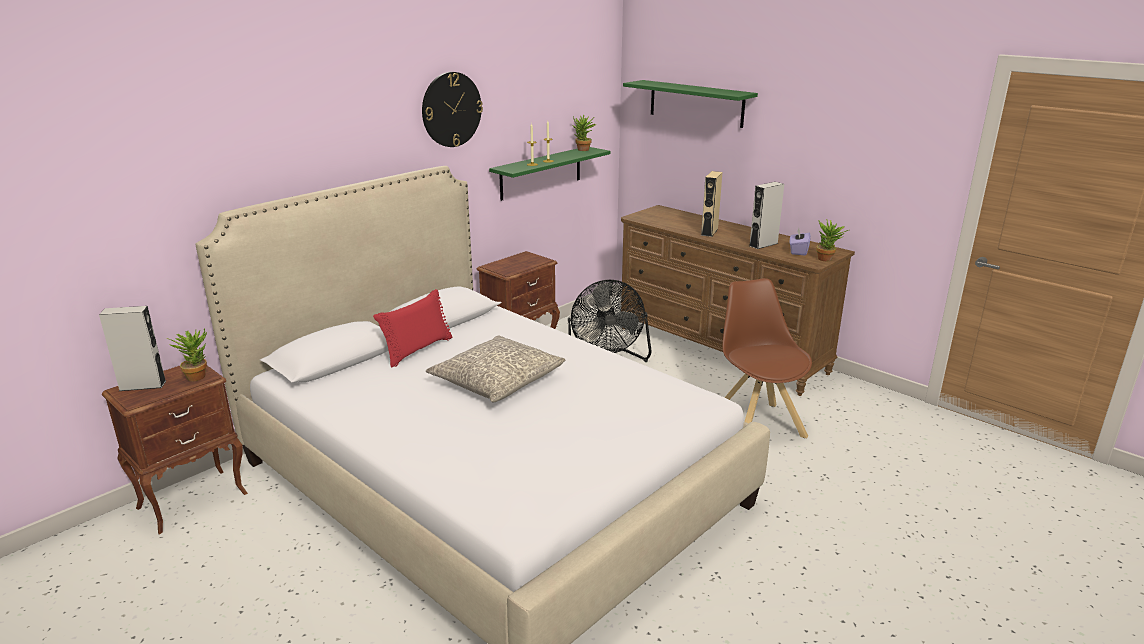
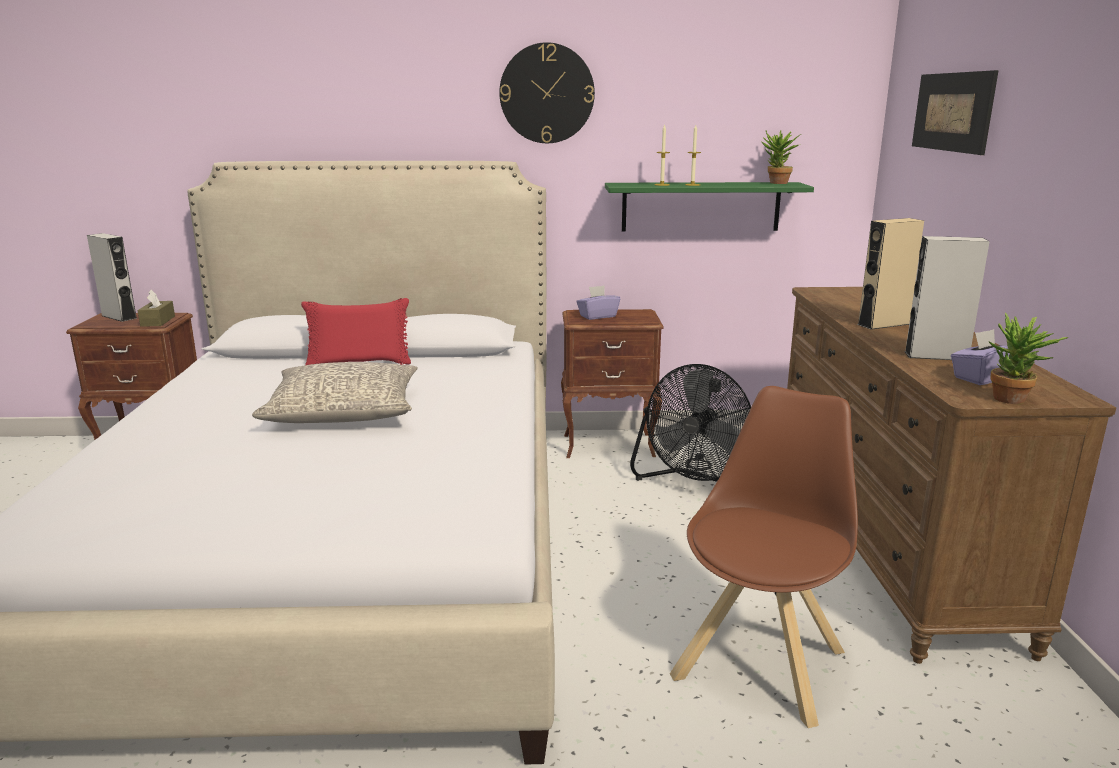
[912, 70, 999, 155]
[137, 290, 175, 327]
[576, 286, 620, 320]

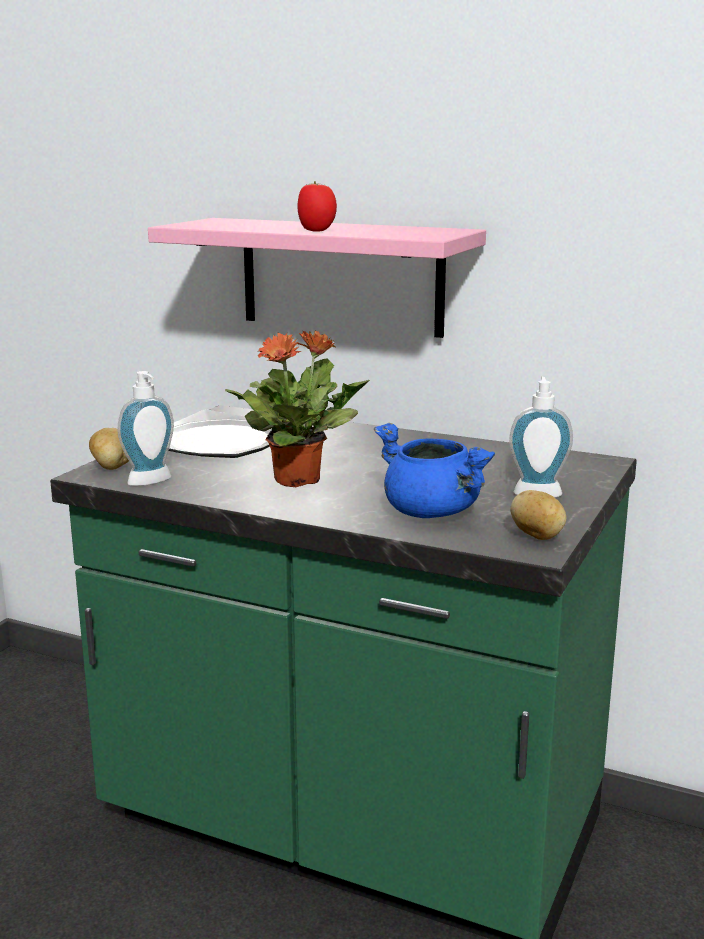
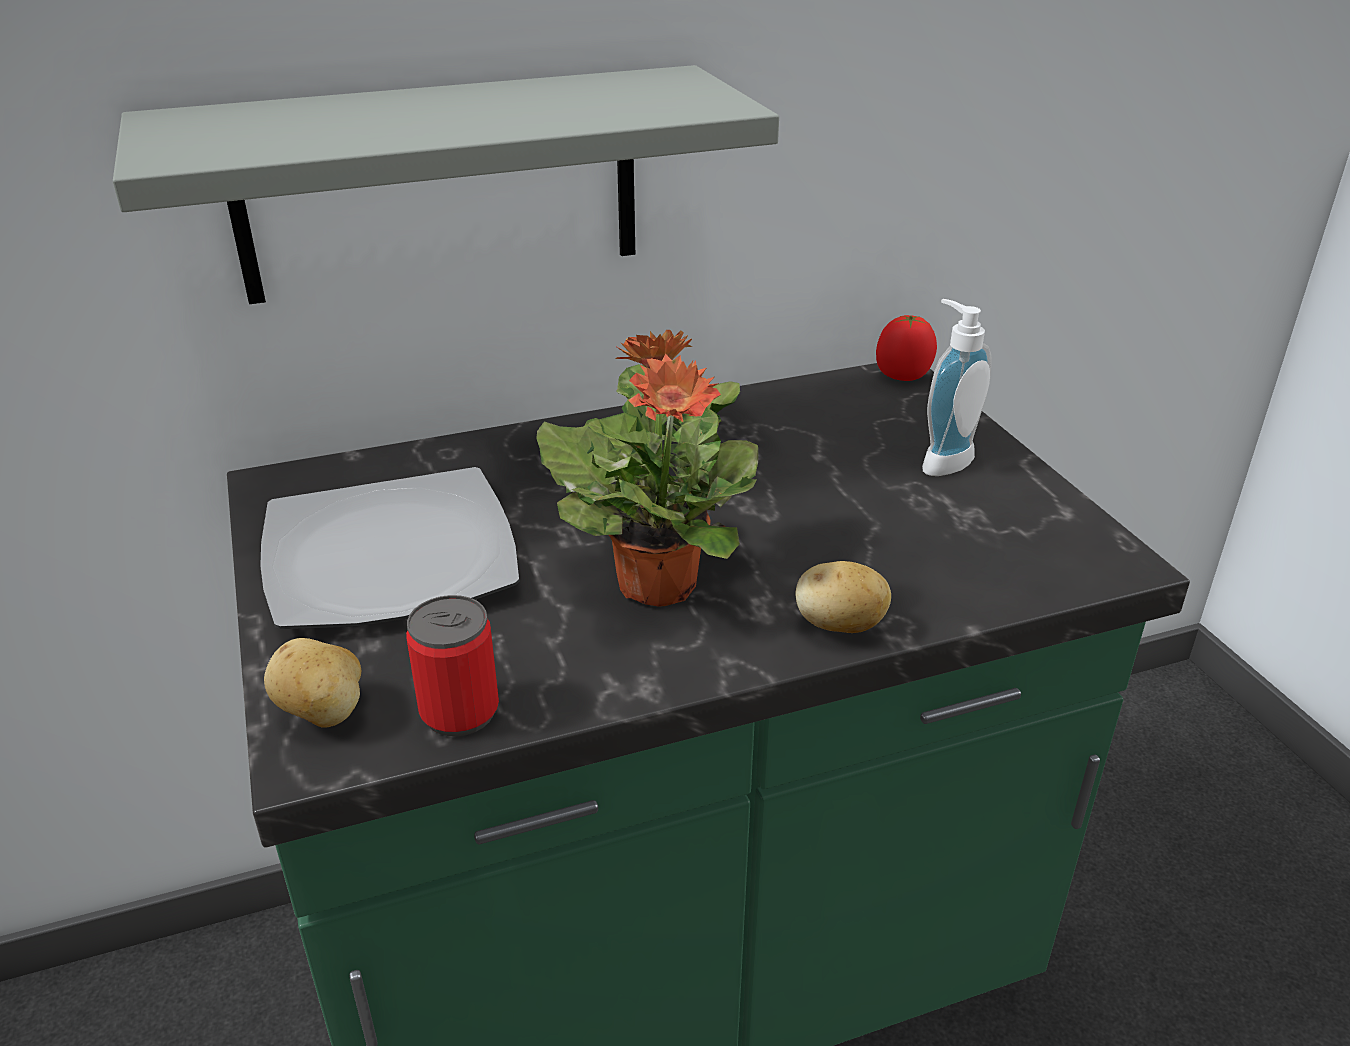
[876, 315, 937, 381]
[113, 65, 779, 304]
[406, 595, 499, 736]
[373, 423, 495, 518] (first image)
[795, 561, 891, 633]

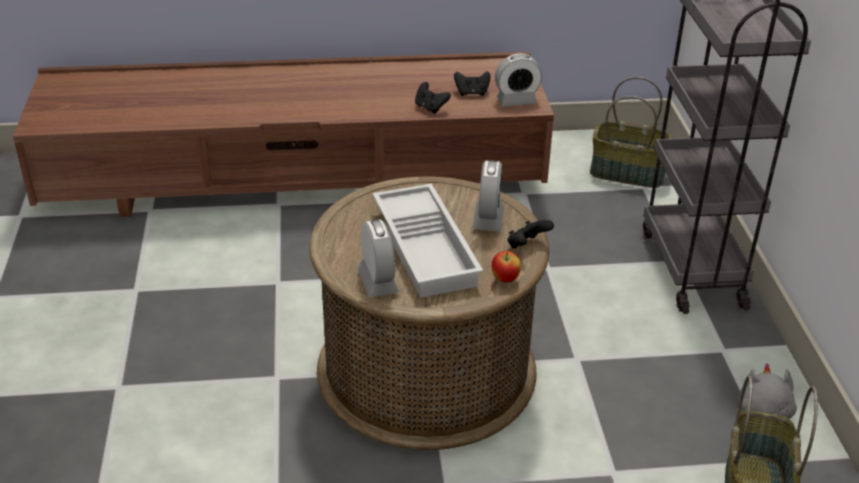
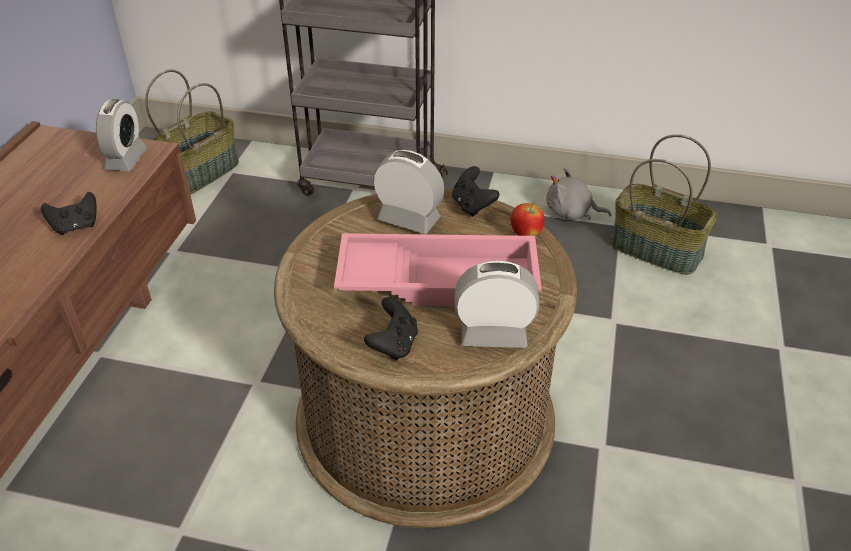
[364, 297, 418, 361]
[334, 233, 542, 306]

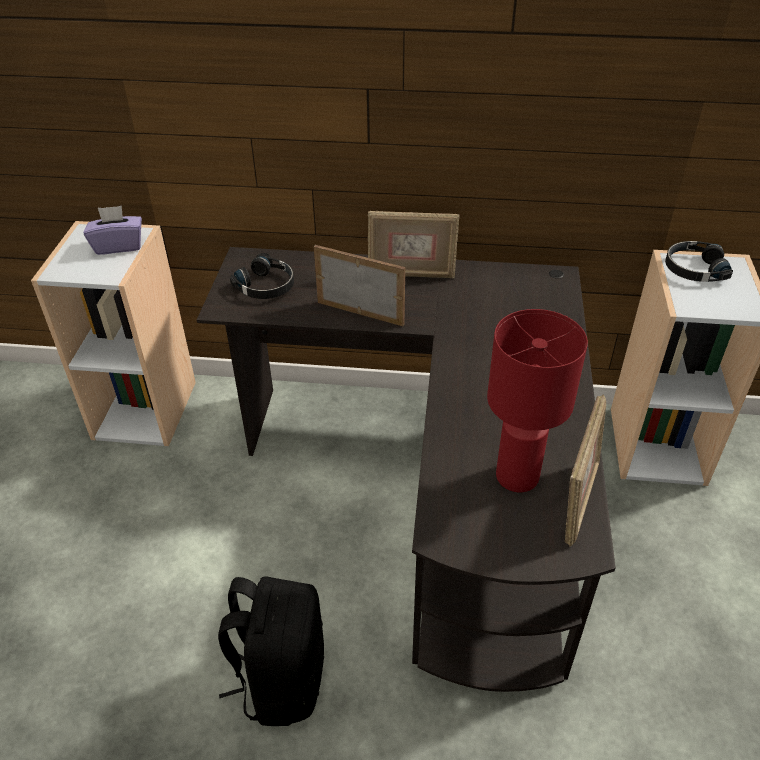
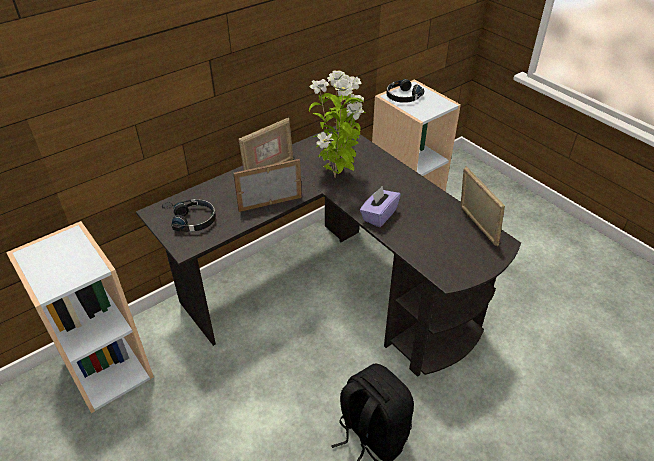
[360, 186, 401, 227]
[487, 309, 588, 492] (first image)
[309, 71, 366, 178]

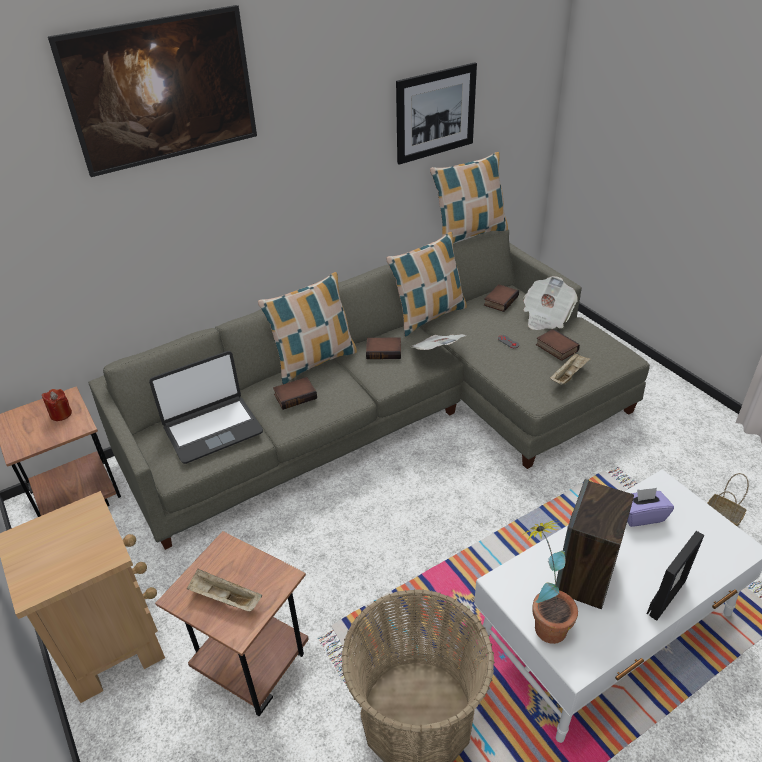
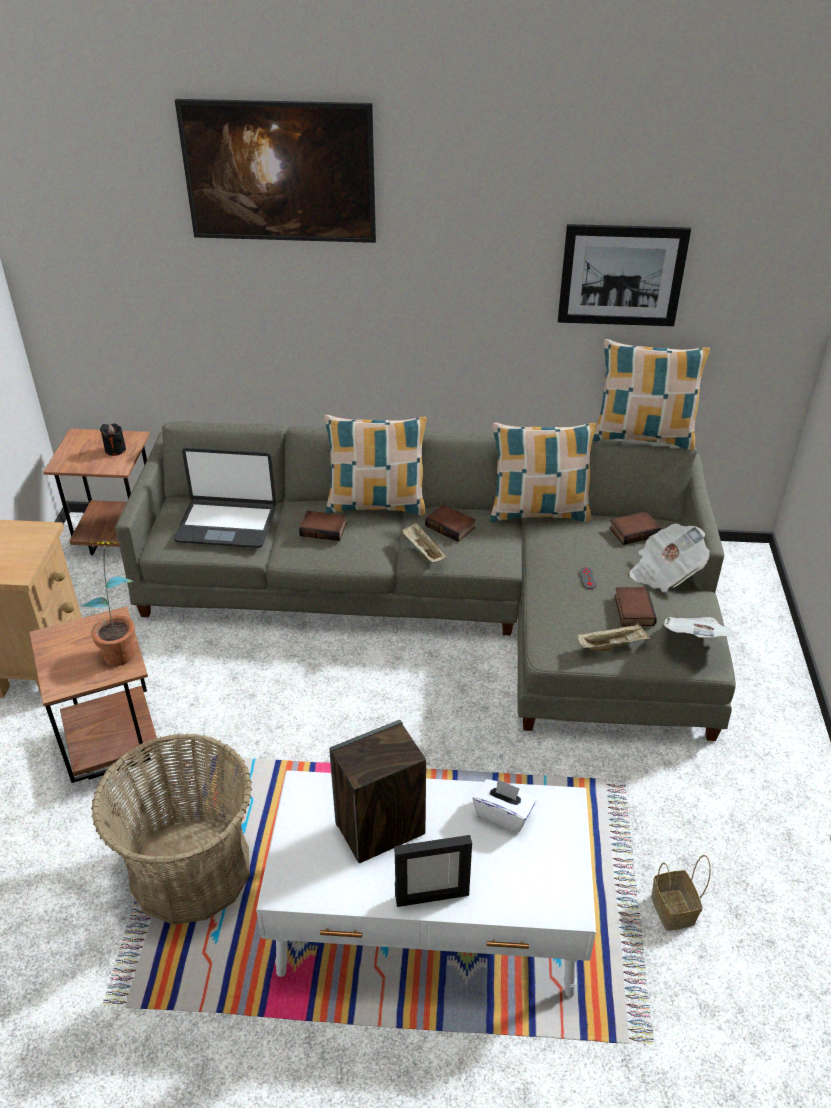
[663, 617, 740, 638]
[100, 424, 126, 456]
[473, 779, 536, 833]
[81, 540, 135, 666]
[401, 522, 447, 562]

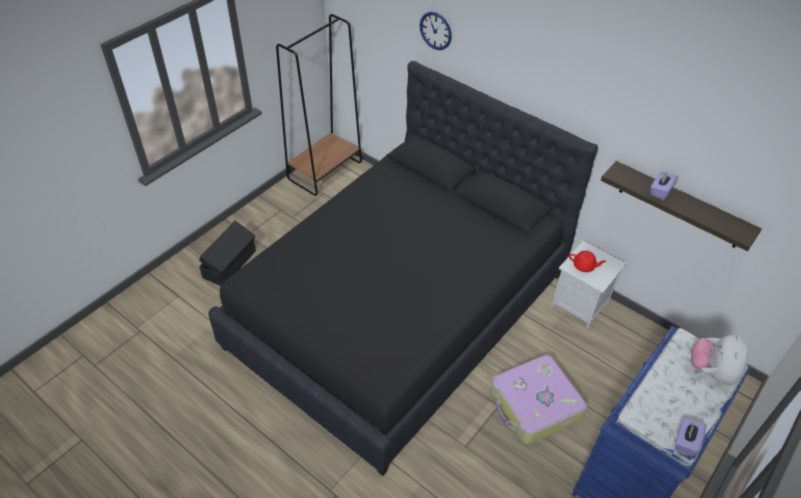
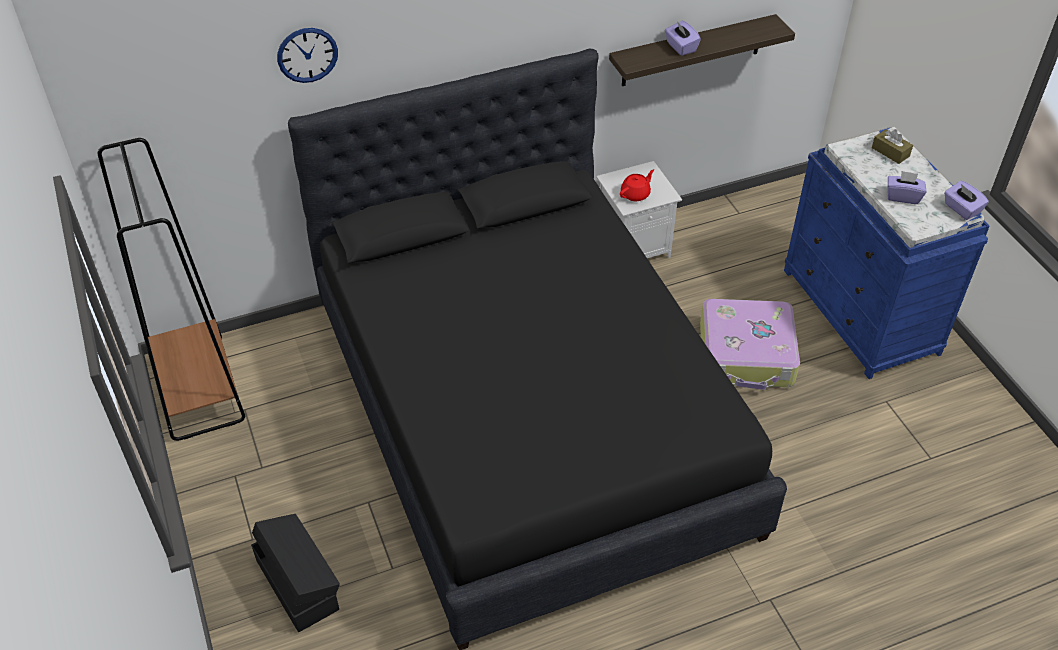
[872, 129, 913, 164]
[888, 171, 927, 204]

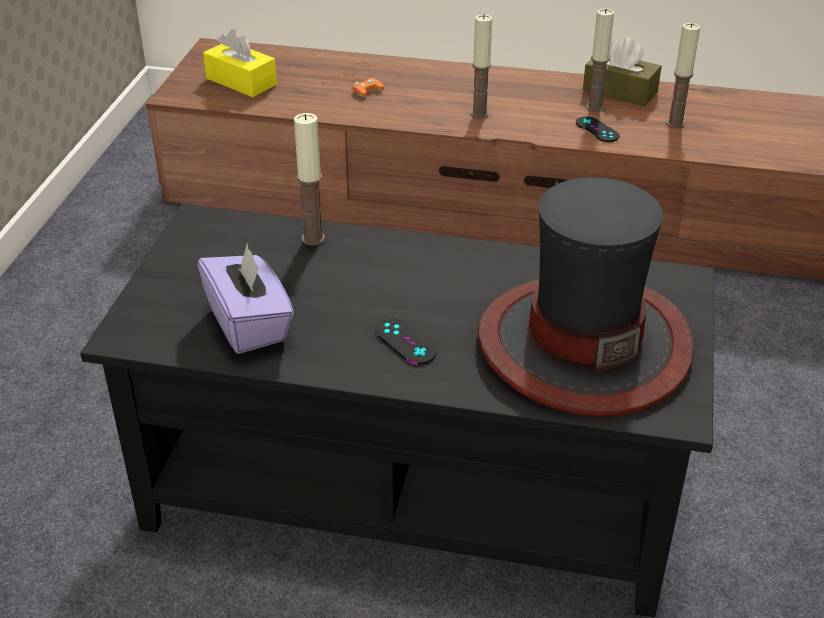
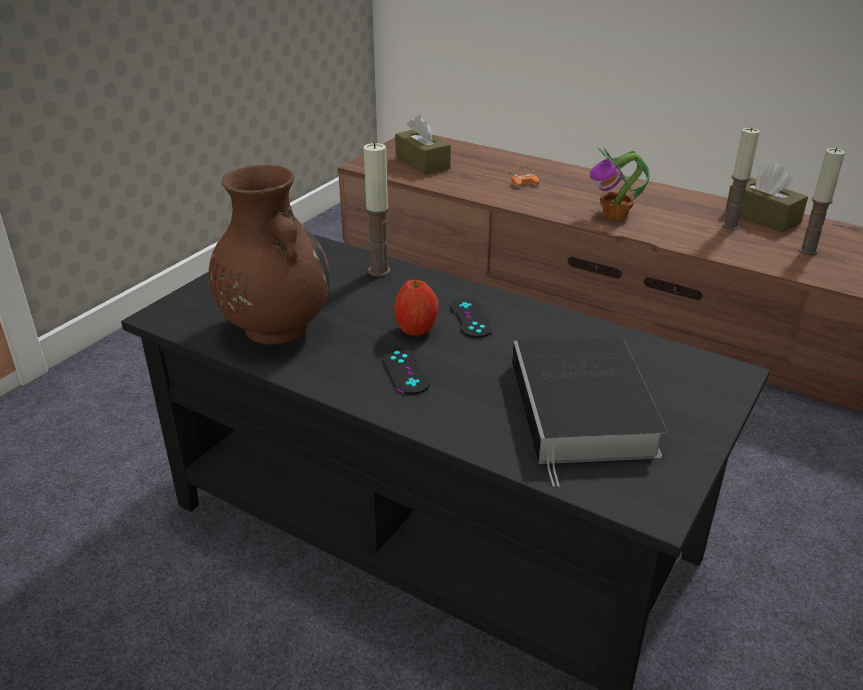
[590, 147, 650, 220]
[395, 115, 451, 175]
[450, 298, 493, 338]
[512, 337, 667, 487]
[208, 165, 330, 345]
[394, 280, 439, 336]

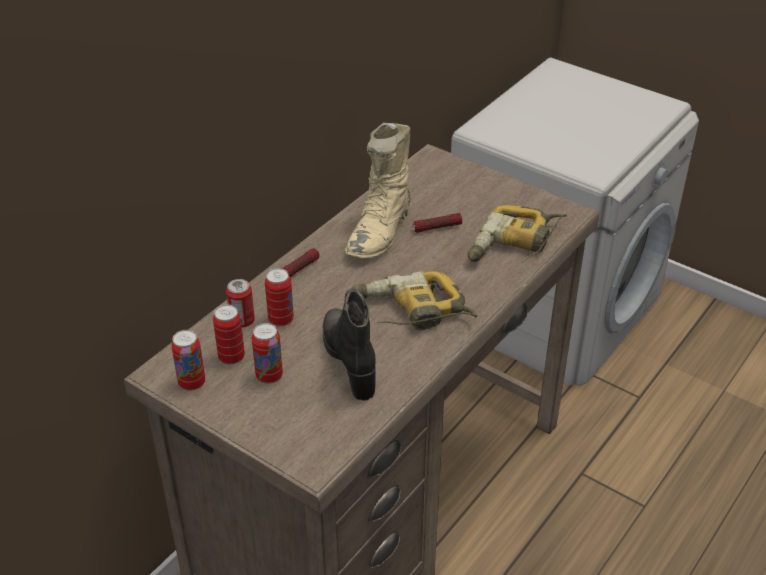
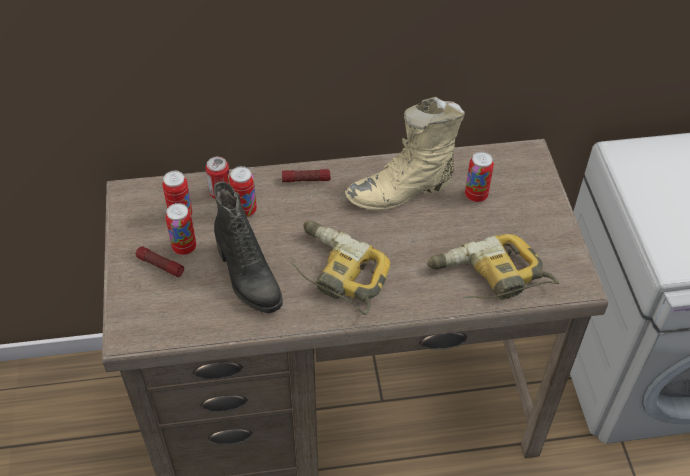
[136, 246, 184, 277]
[214, 181, 283, 313]
[465, 151, 494, 202]

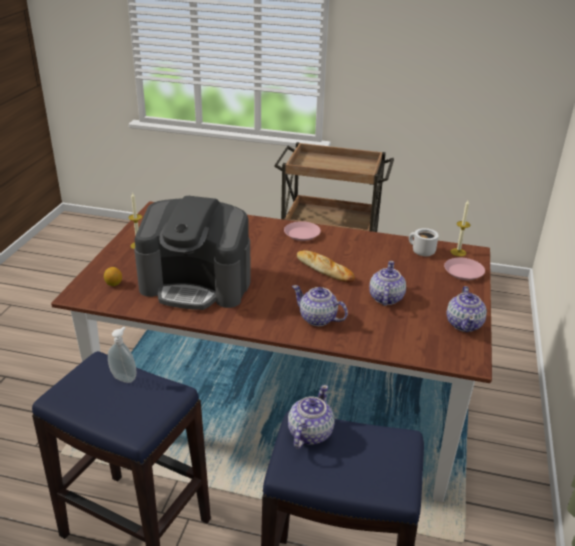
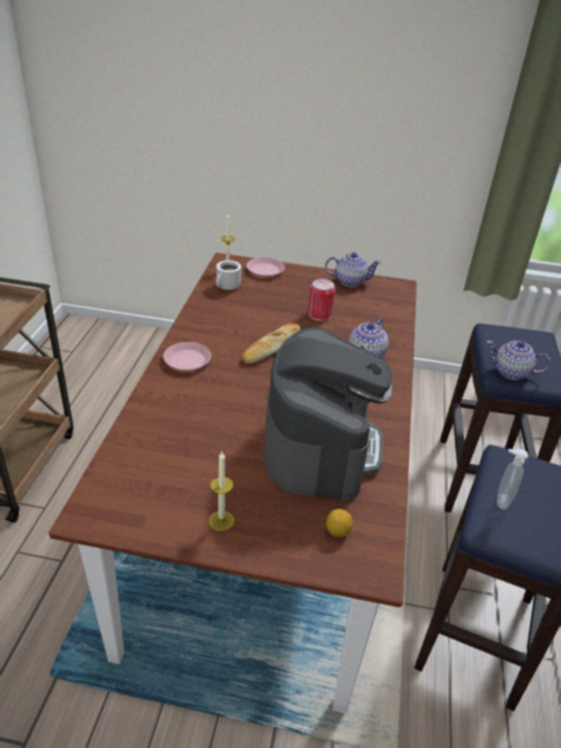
[308, 279, 336, 321]

